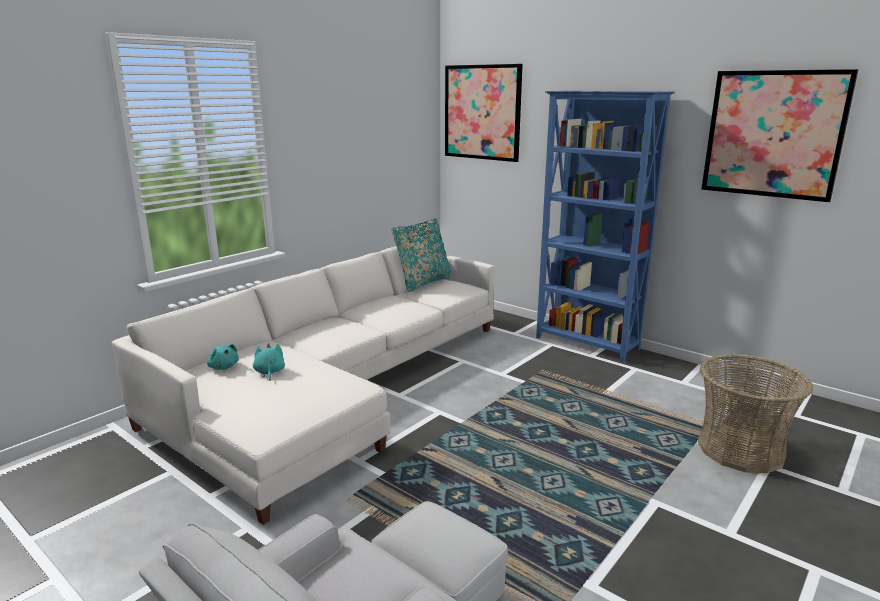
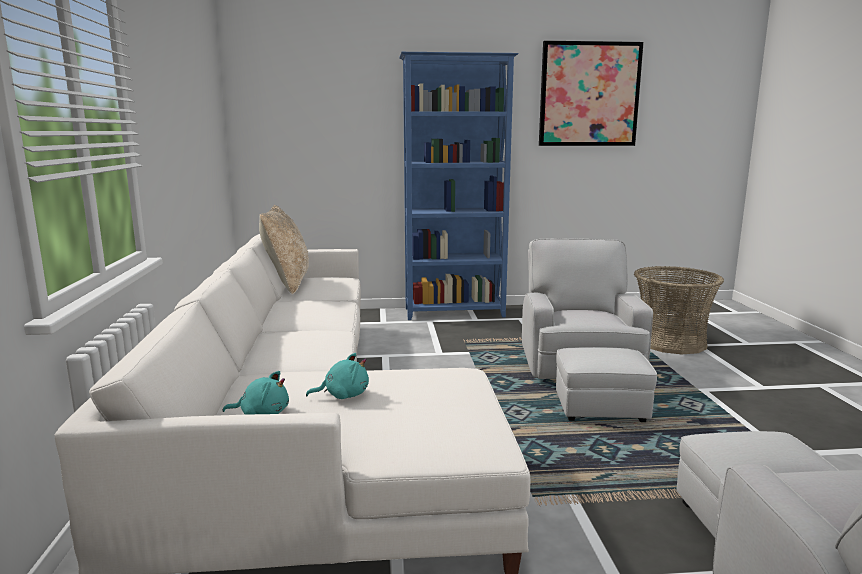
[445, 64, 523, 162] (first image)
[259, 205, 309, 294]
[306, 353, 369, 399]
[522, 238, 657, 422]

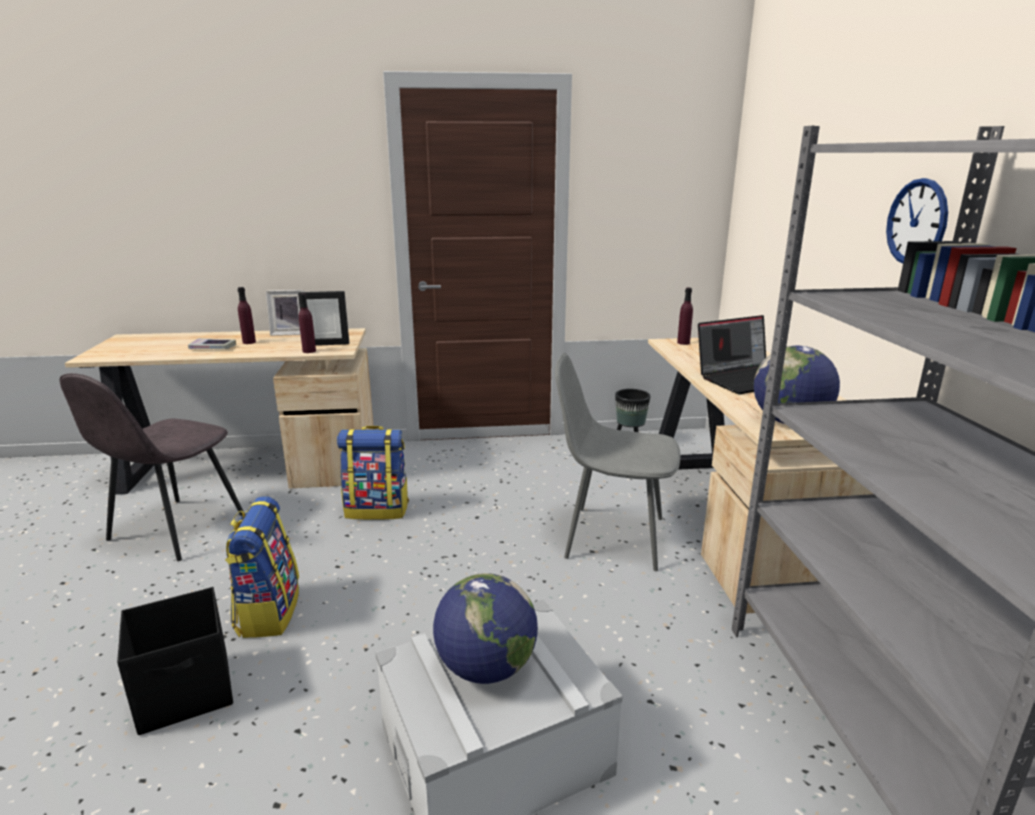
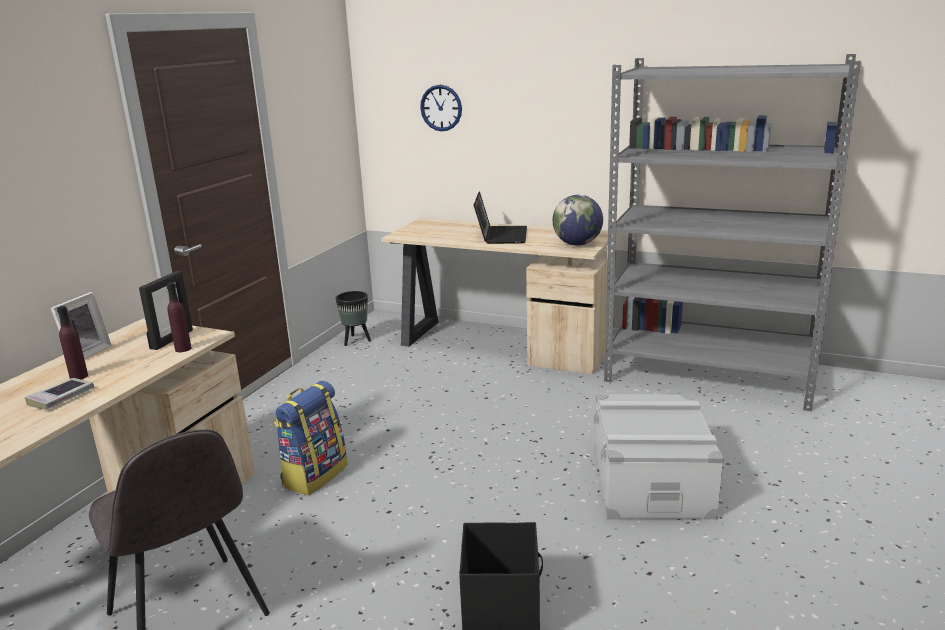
[420, 85, 462, 131]
[677, 288, 693, 345] (first image)
[555, 353, 680, 571] (first image)
[225, 496, 299, 638] (first image)
[433, 573, 538, 684] (first image)

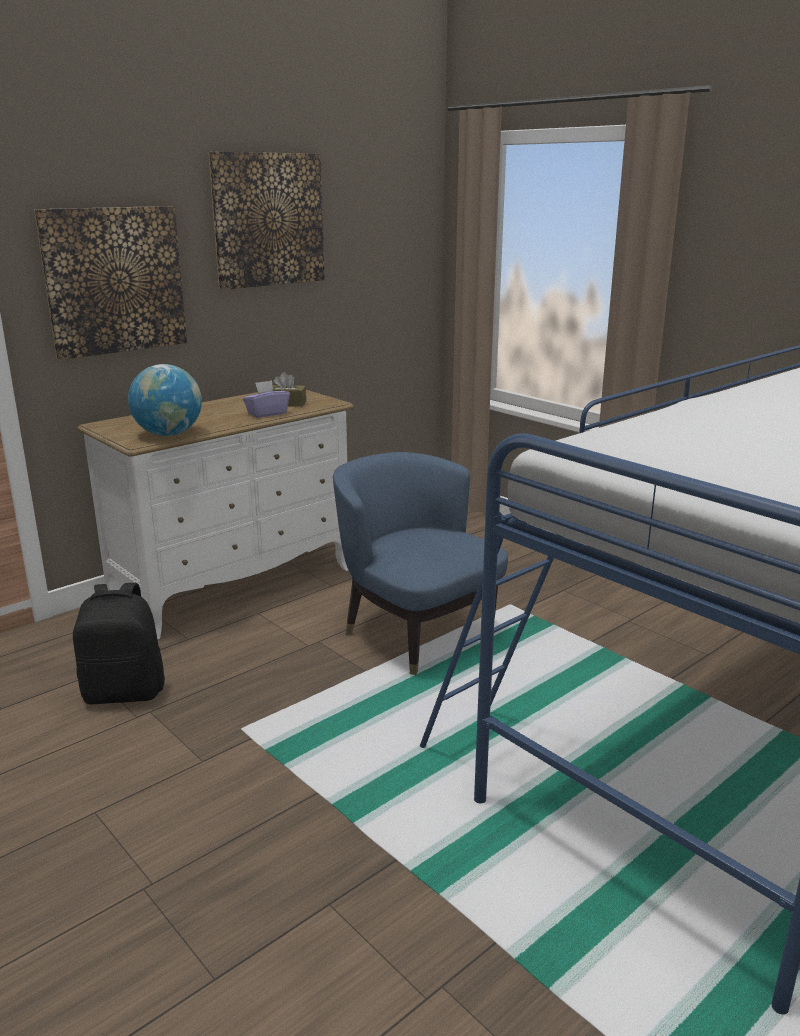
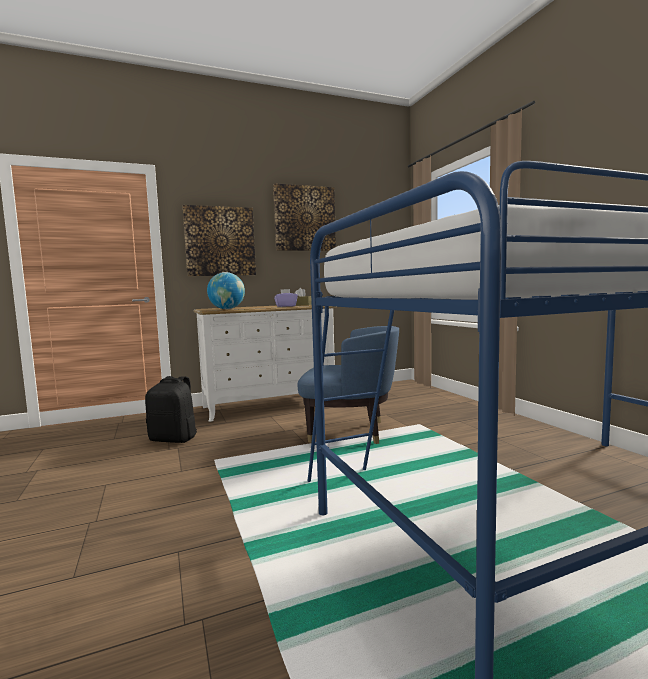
[297, 326, 399, 444]

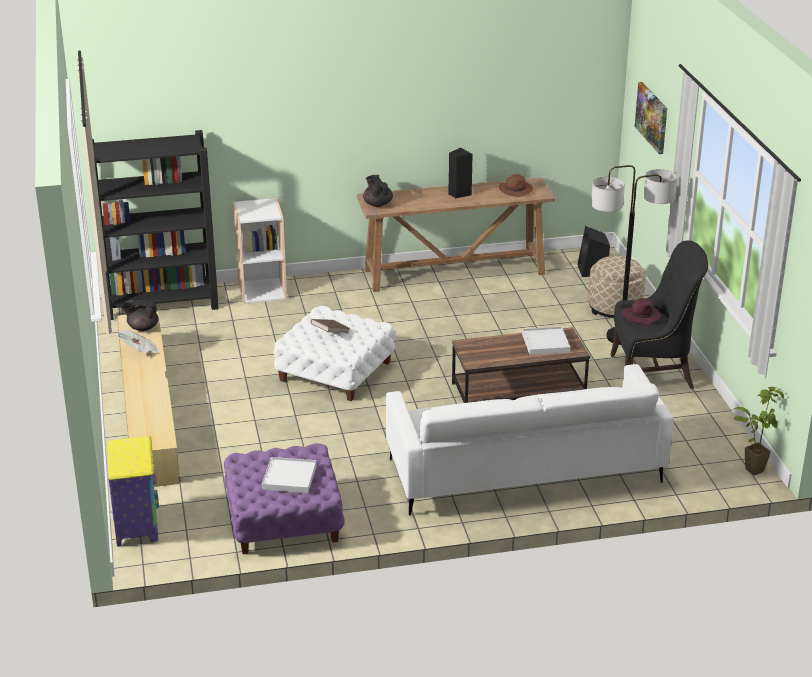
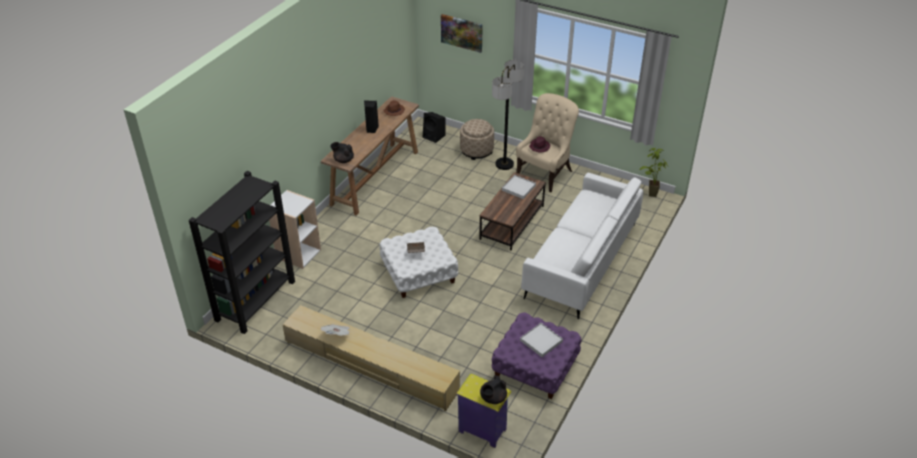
[516, 93, 579, 192]
[480, 376, 507, 404]

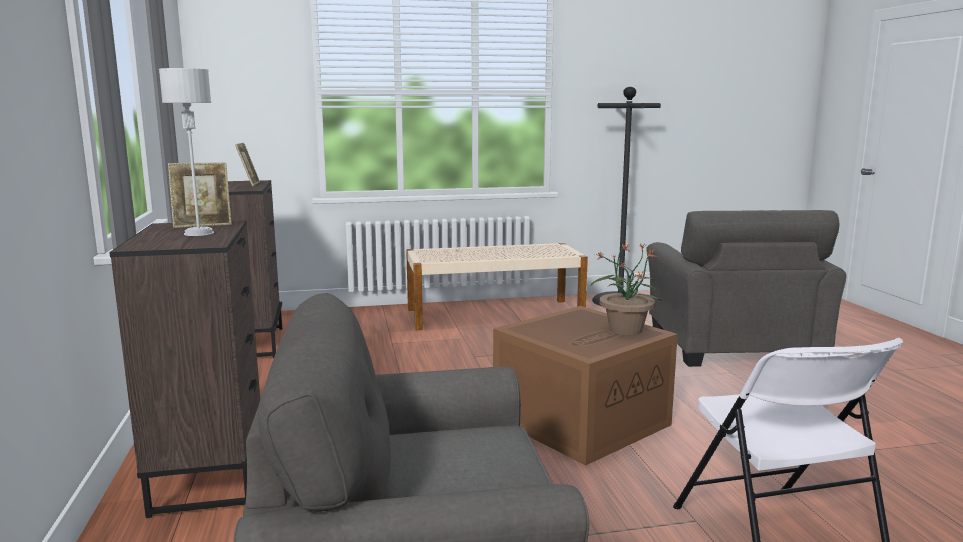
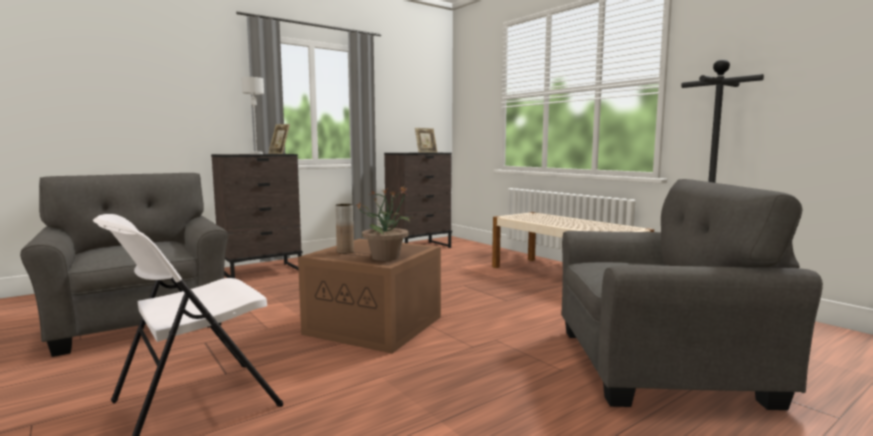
[561, 179, 823, 410]
[335, 204, 354, 254]

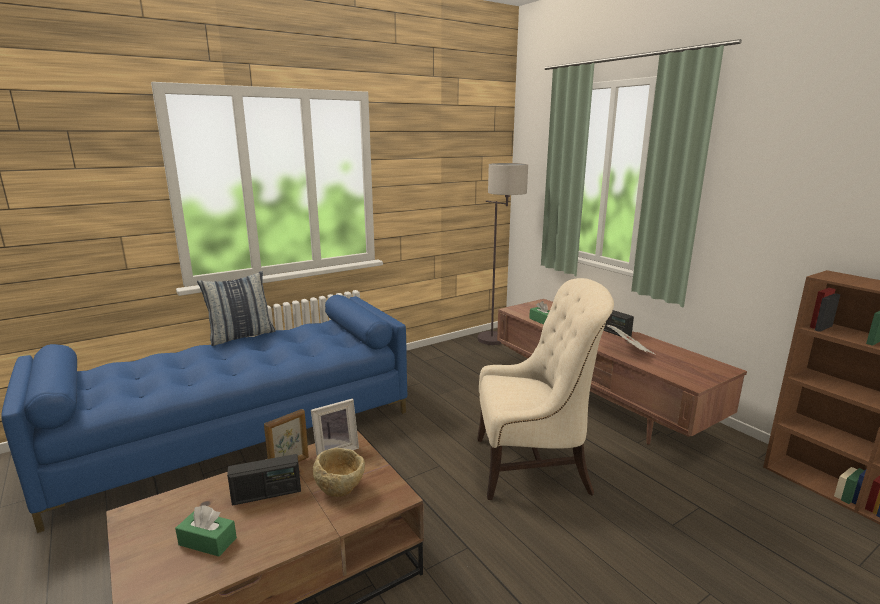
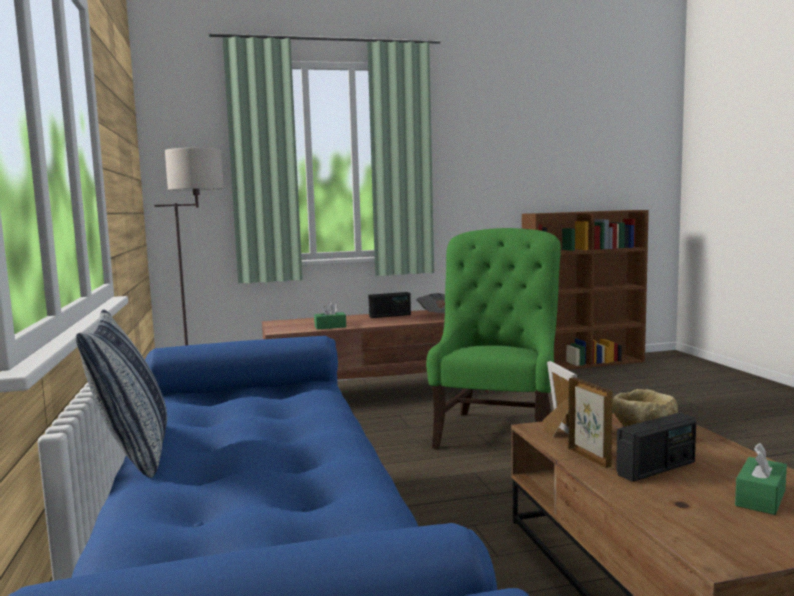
[426, 228, 561, 449]
[616, 413, 696, 482]

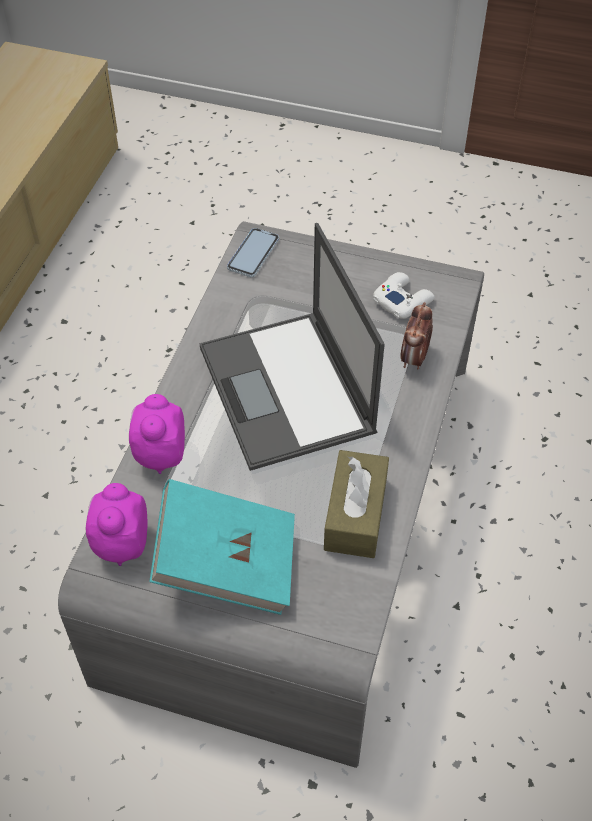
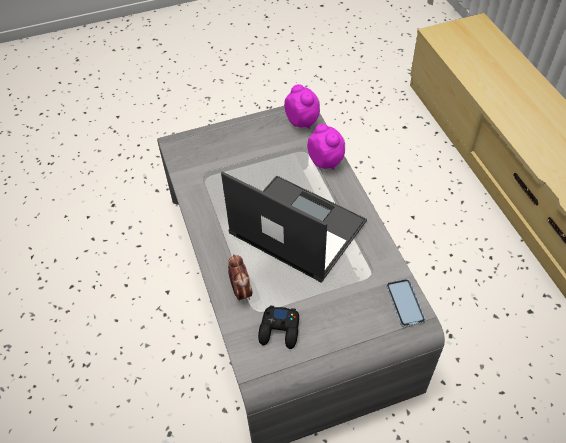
[258, 305, 299, 349]
[324, 450, 389, 558] (first image)
[149, 479, 295, 615] (first image)

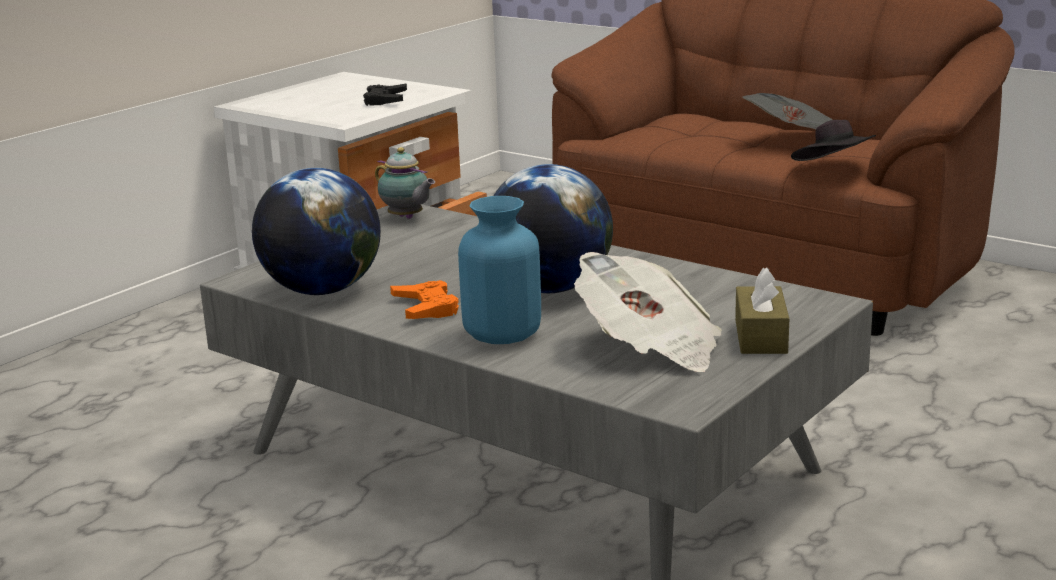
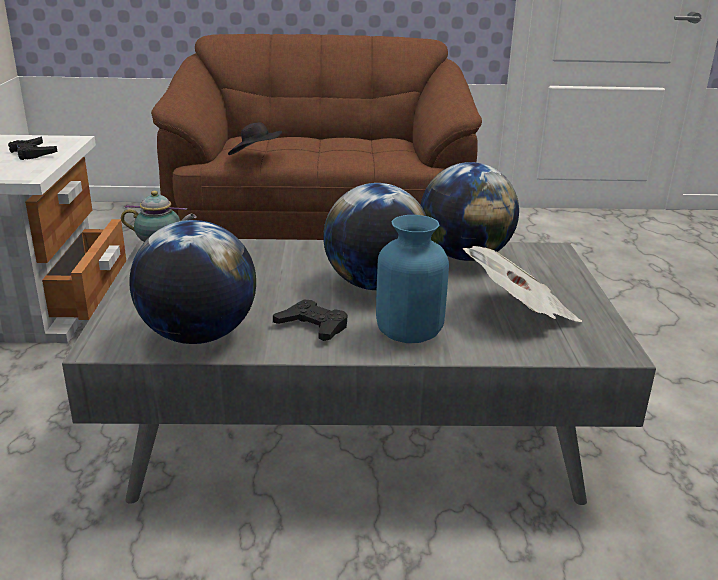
[742, 93, 833, 129] (first image)
[228, 122, 282, 155]
[735, 267, 789, 354] (first image)
[273, 300, 348, 341]
[421, 162, 519, 261]

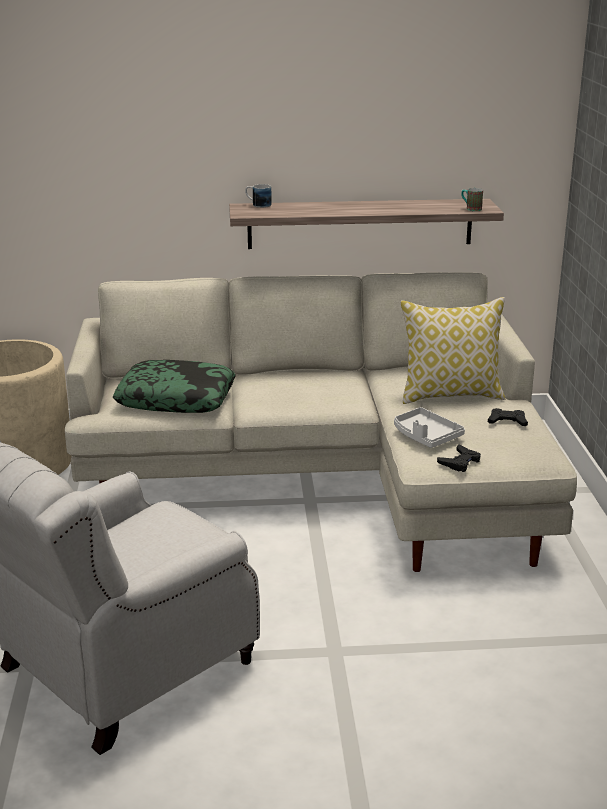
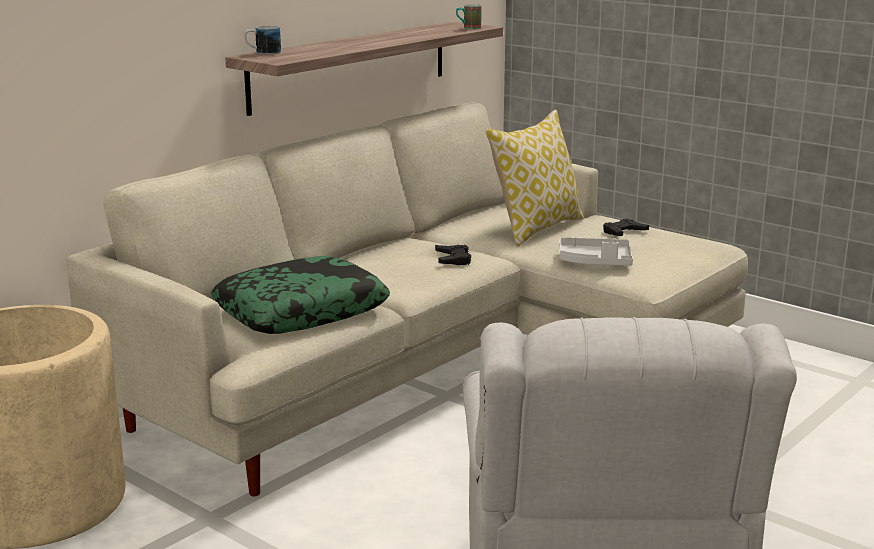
[435, 245, 471, 265]

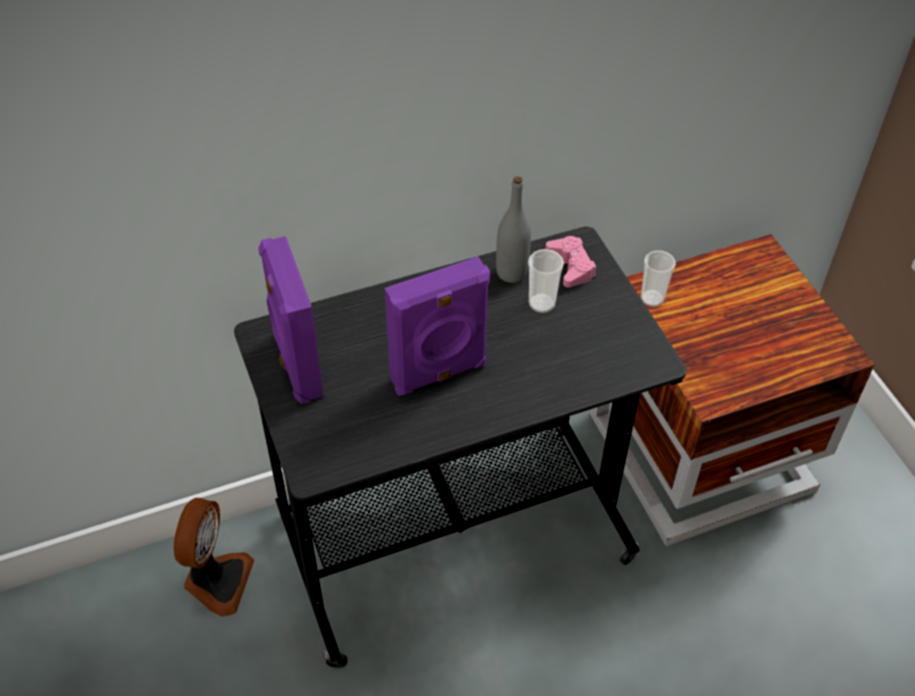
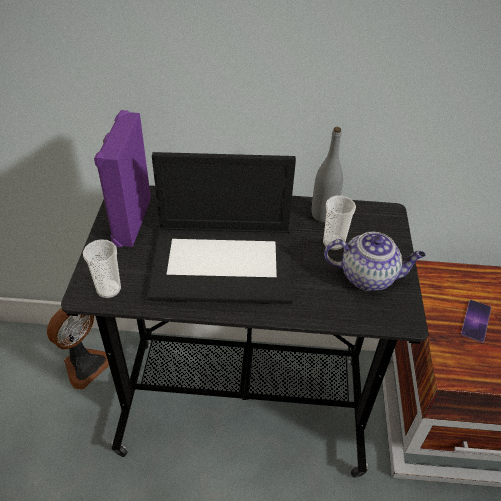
[546, 236, 596, 288] (first image)
[83, 239, 121, 298]
[147, 152, 296, 304]
[324, 232, 426, 291]
[461, 300, 491, 343]

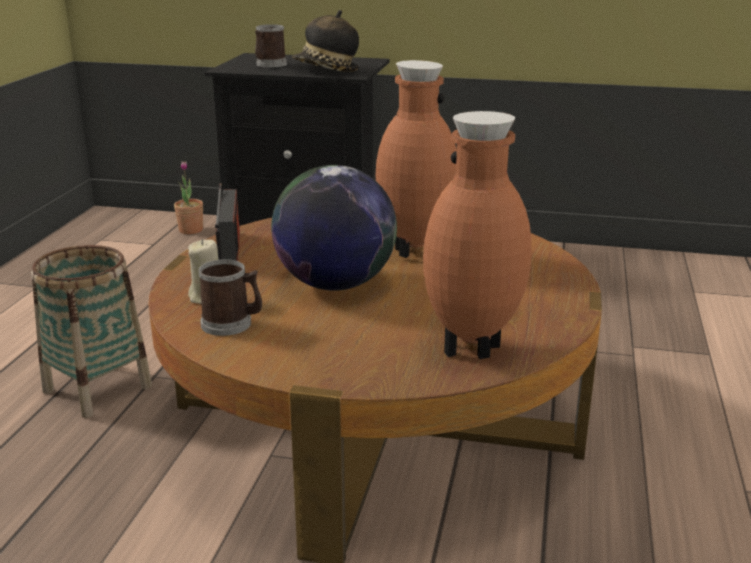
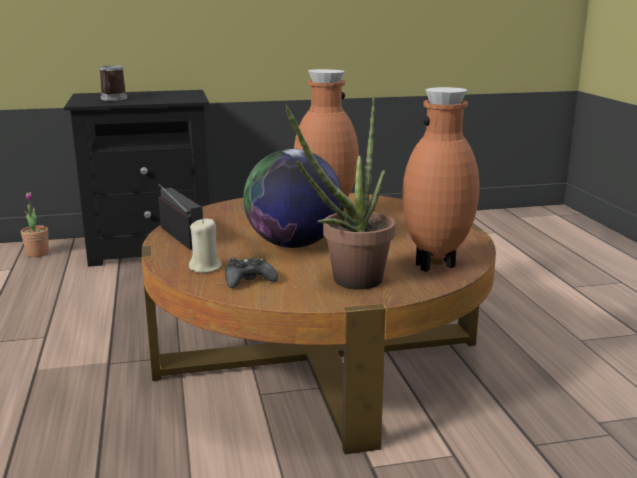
[292, 10, 359, 72] (first image)
[31, 245, 152, 418] (first image)
[225, 257, 278, 288]
[285, 97, 395, 290]

